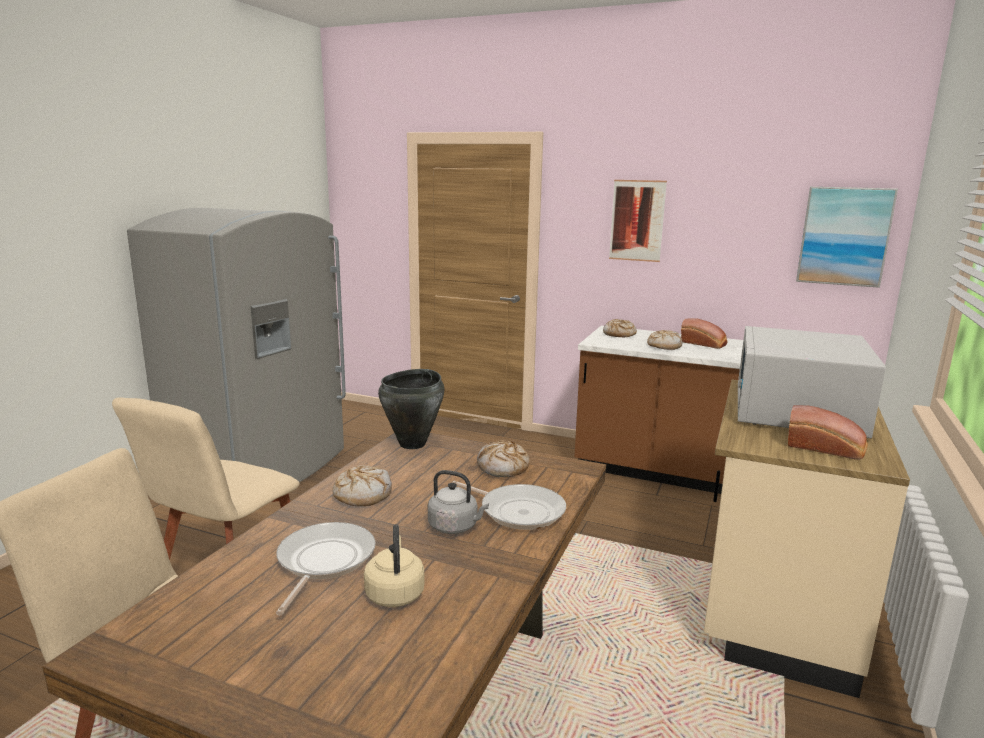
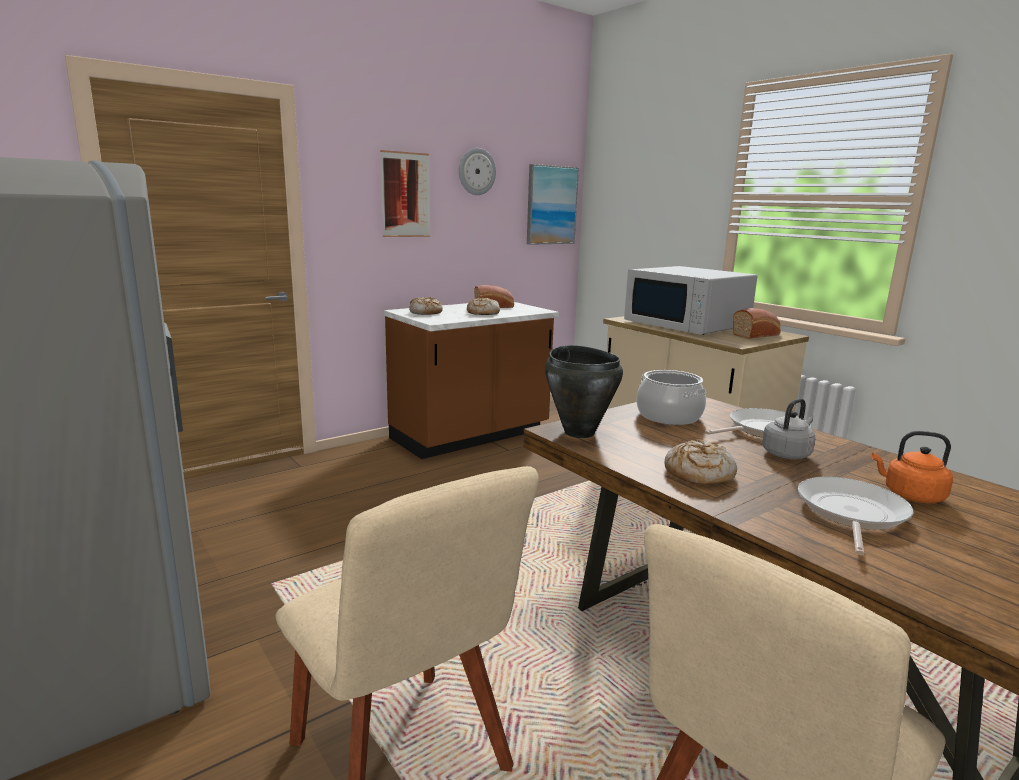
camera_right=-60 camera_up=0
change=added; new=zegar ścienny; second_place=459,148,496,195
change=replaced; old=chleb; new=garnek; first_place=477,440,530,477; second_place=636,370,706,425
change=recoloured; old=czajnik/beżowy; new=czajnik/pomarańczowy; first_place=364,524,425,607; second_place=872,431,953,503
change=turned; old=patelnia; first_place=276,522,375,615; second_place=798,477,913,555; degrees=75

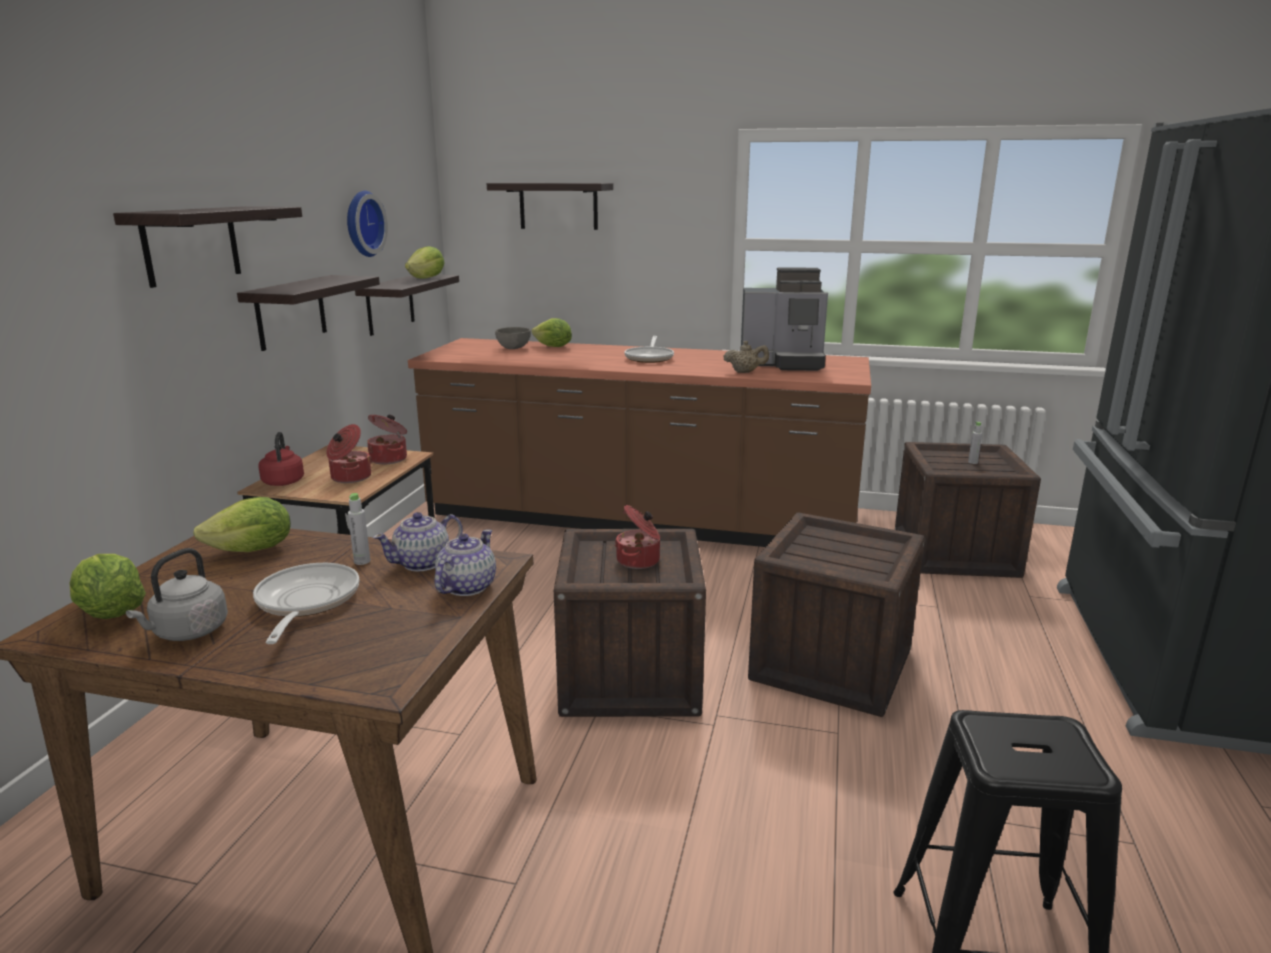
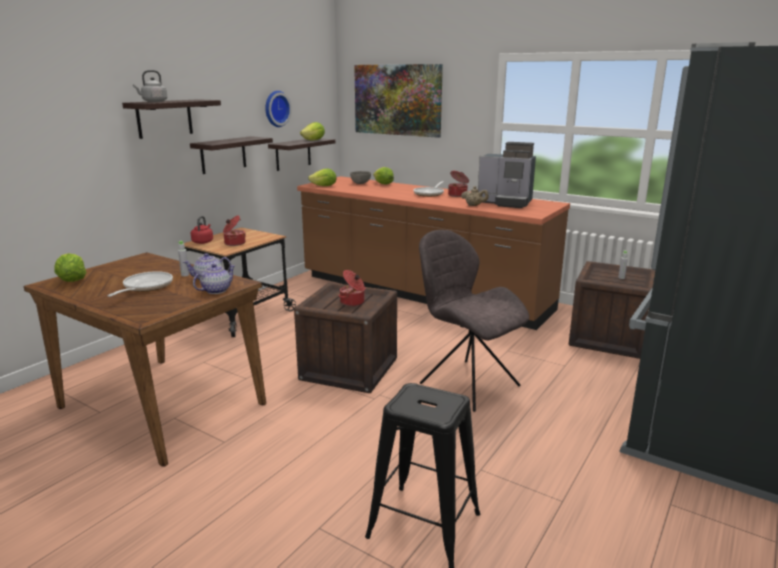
camera_right=20 camera_up=0
change=moved; old=czajnik/szary; first_place=126,548,228,641; second_place=133,70,167,102
change=moved; old=sałata; first_place=193,497,291,552; second_place=308,169,336,186
change=moved; old=garnek; first_place=367,414,407,464; second_place=448,171,469,197
change=replaced; old=półka; new=obraz; first_place=487,183,613,230; second_place=354,64,443,138
change=replaced; old=skrzynka; new=krzesło/szary; first_place=748,512,925,717; second_place=419,230,529,412

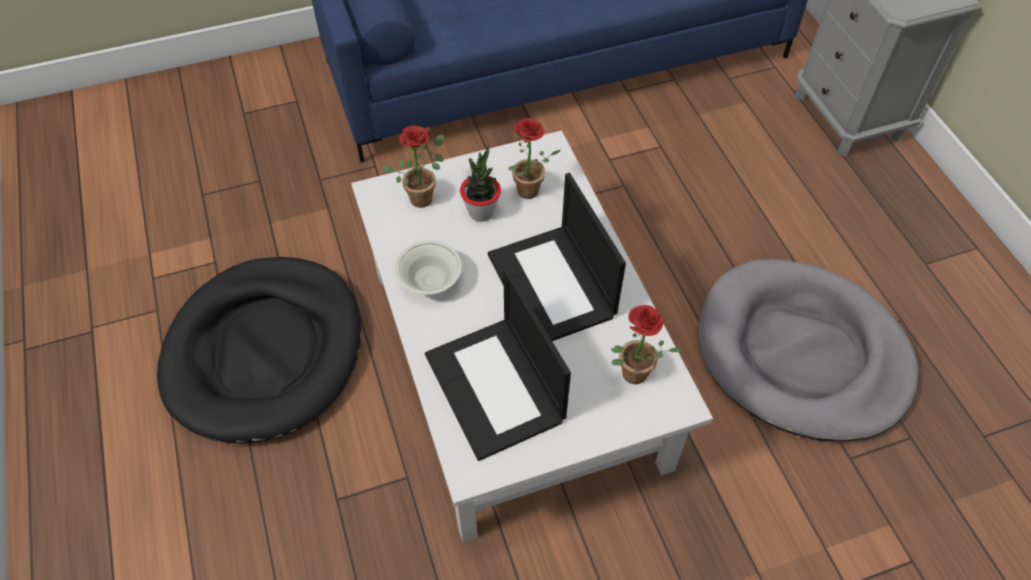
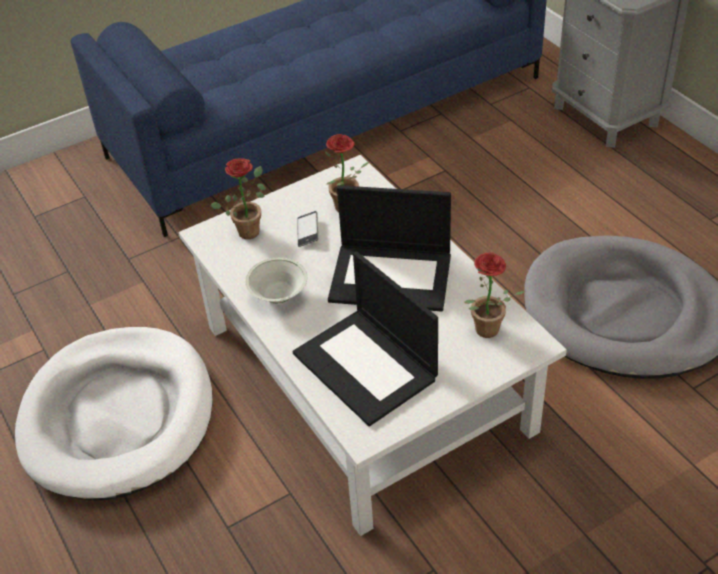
camera_right=-10 camera_up=-10
change=replaced; old=roślina doniczkowa; new=telefon; first_place=460,146,501,222; second_place=297,211,318,247
change=recoloured; old=legowisko/czarny; new=legowisko/biały; first_place=157,257,361,443; second_place=15,327,213,500
change=turned; old=laptop; first_place=488,173,626,341; second_place=328,185,451,312; degrees=-45

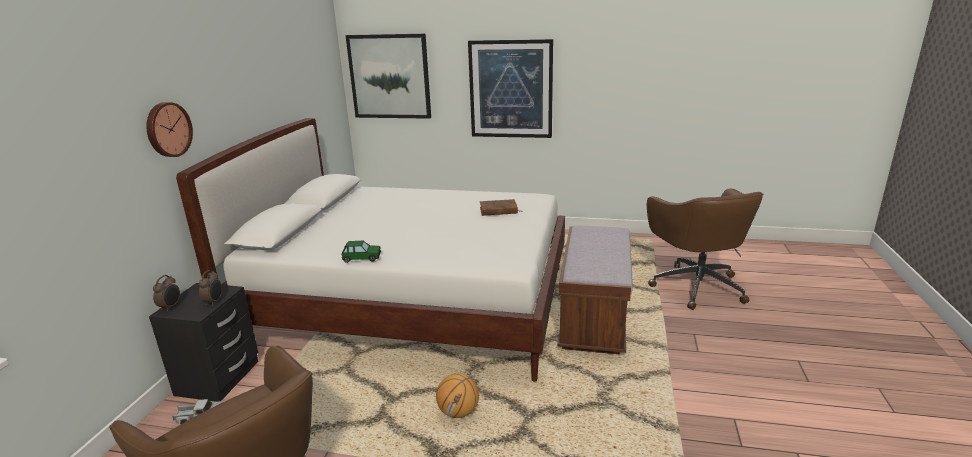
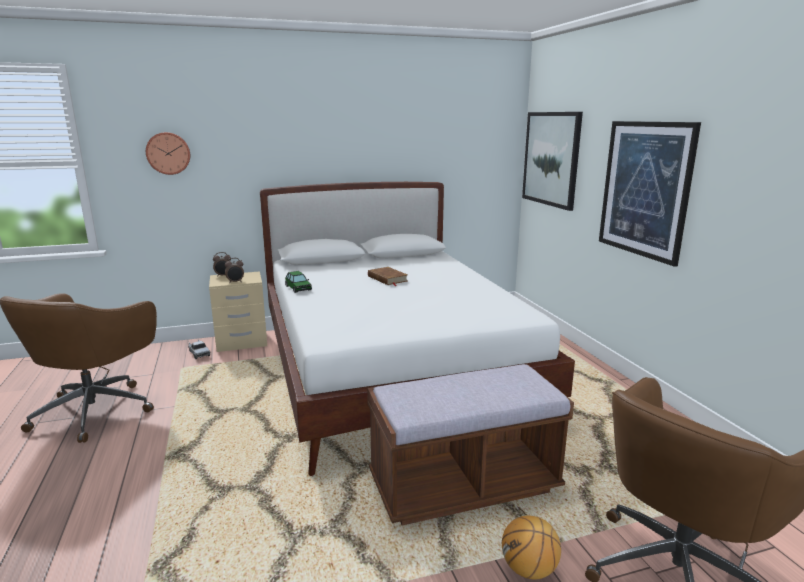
camera_right=60 camera_up=-5
change=moved; old=zegar ścienny; first_place=146,102,193,157; second_place=146,132,190,175
change=moved; old=piłka do koszykówki; first_place=436,373,479,418; second_place=502,516,561,580
change=moved; old=książka/brązowy; first_place=480,199,523,216; second_place=368,267,408,286
change=recoloured; old=szafka nocna/czarny; new=szafka nocna/beżowy; first_place=149,283,259,402; second_place=209,271,267,352

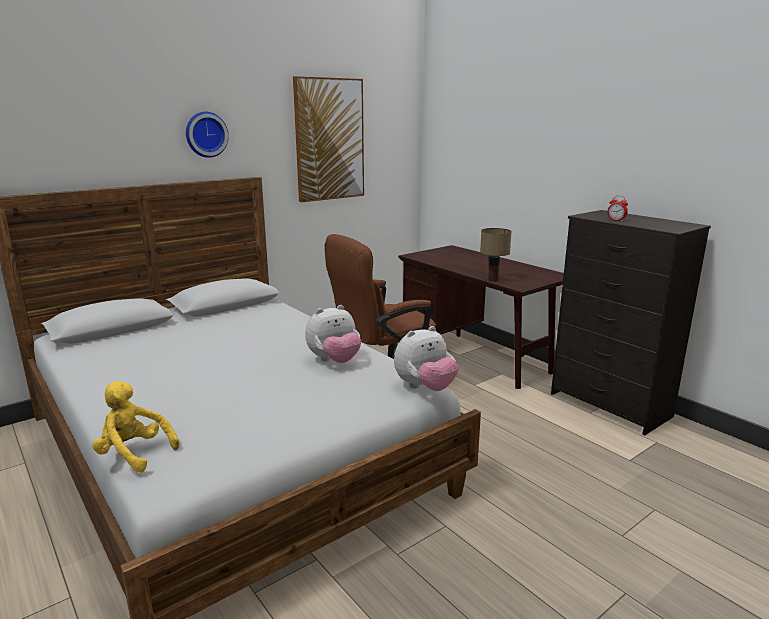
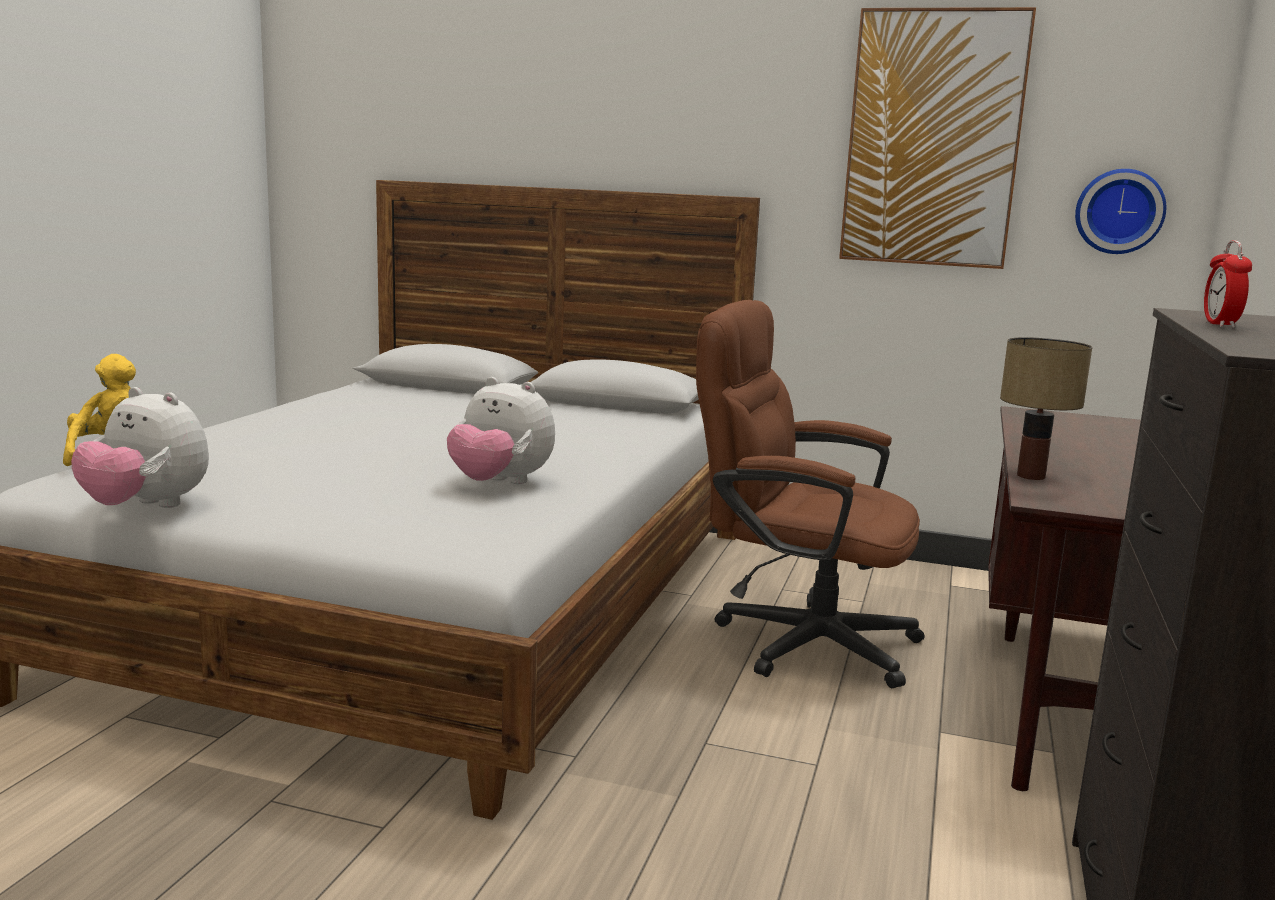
camera_right=55 camera_up=-5
change=moved; old=zegar ścienny; first_place=186,112,229,158; second_place=1075,169,1167,254
change=moved; old=pluszak; first_place=394,326,459,391; second_place=71,387,209,508

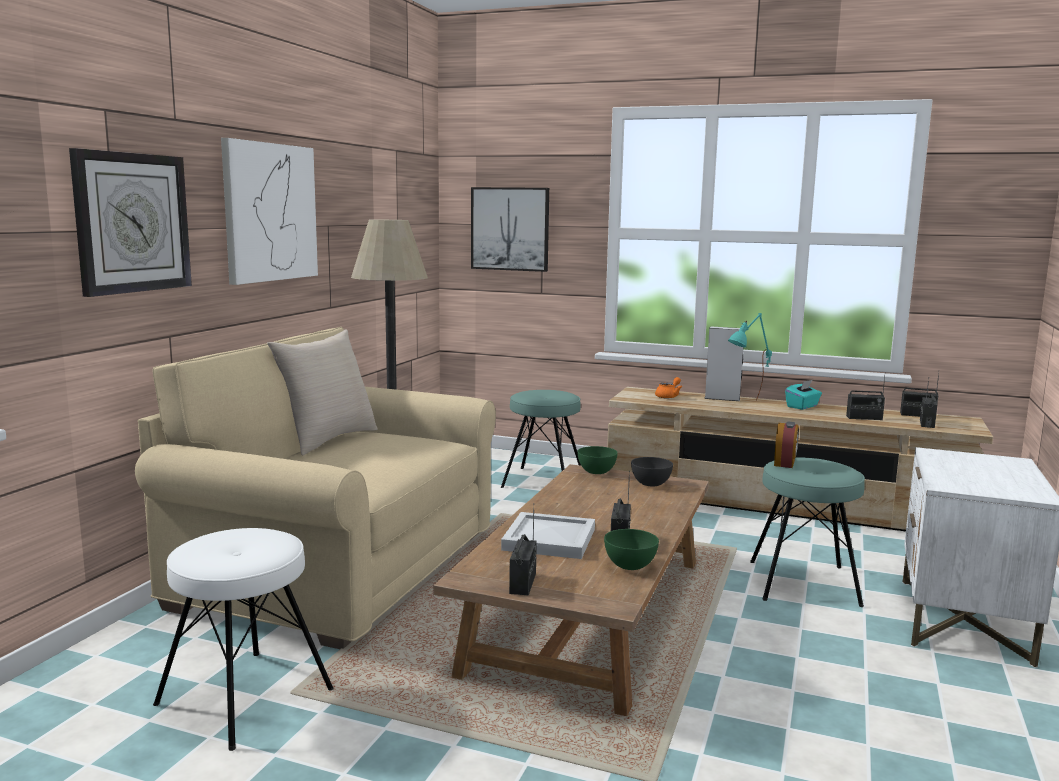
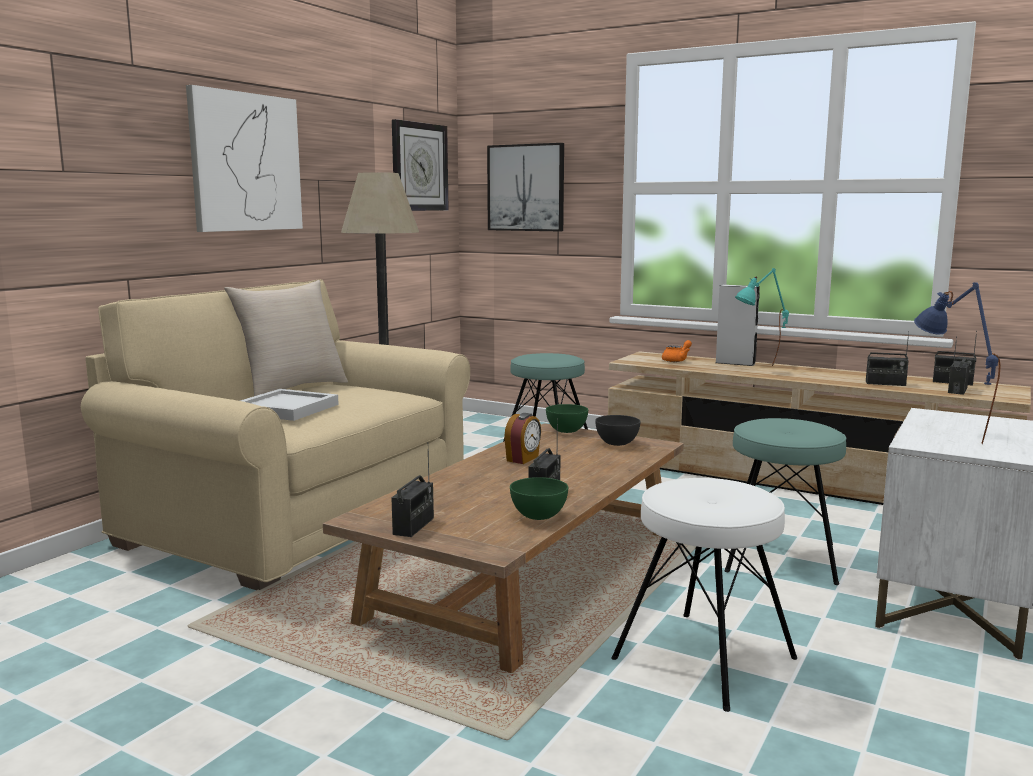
camera_right=10 camera_up=0
change=removed; old=pudełko chusteczek/turkusowy; first_place=785,380,822,410
change=added; new=lampa stołowa/niebieski; second_place=914,282,1001,444
change=moved; old=zegar ścienny; first_place=69,148,192,297; second_place=392,119,449,211
change=moved; old=stołek/biały; first_place=153,528,334,751; second_place=611,478,797,712
change=moved; old=taca/biały; first_place=501,512,595,559; second_place=240,389,339,421
change=moved; old=budzik; first_place=774,421,799,468; second_place=504,413,541,464

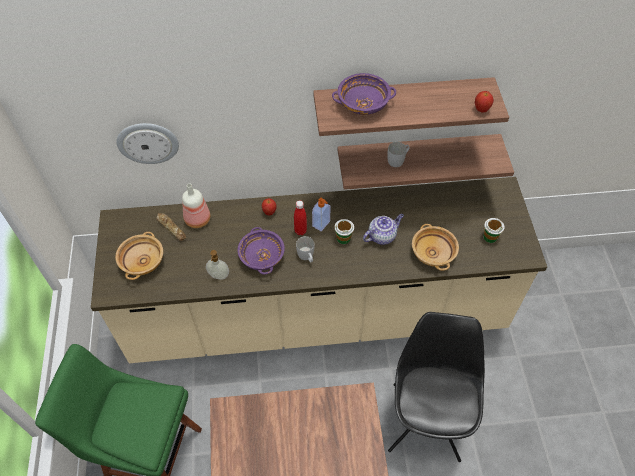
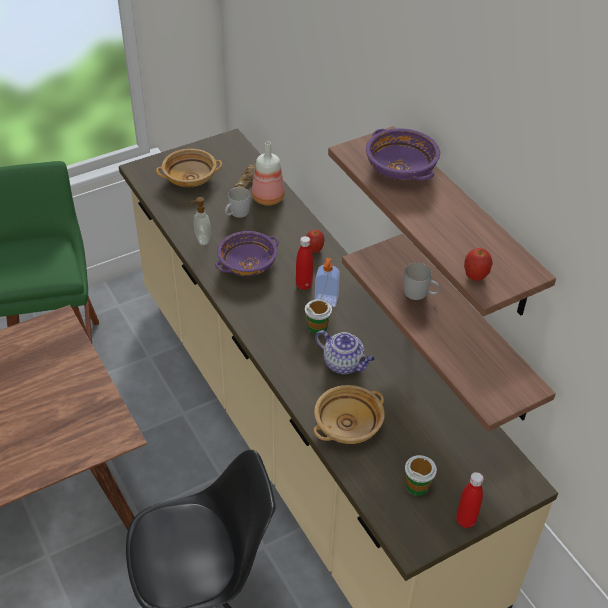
camera_right=65 camera_up=-10
change=removed; old=zegar ścienny; first_place=116,123,179,164
change=added; new=butelka/czerwony; second_place=456,472,484,528
change=moved; old=kubek/biały; first_place=296,236,314,262; second_place=225,187,250,218

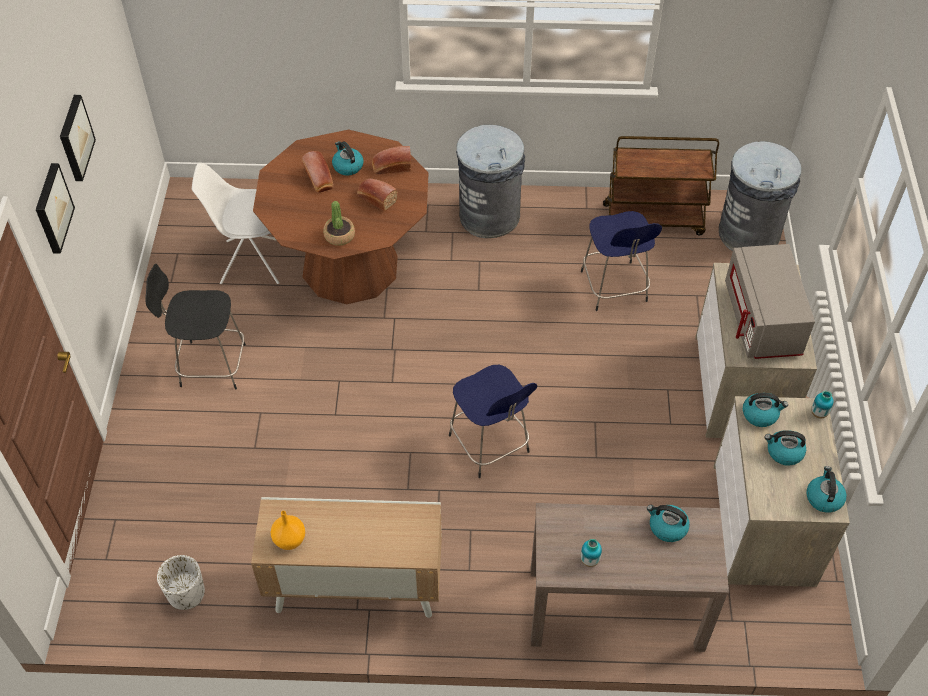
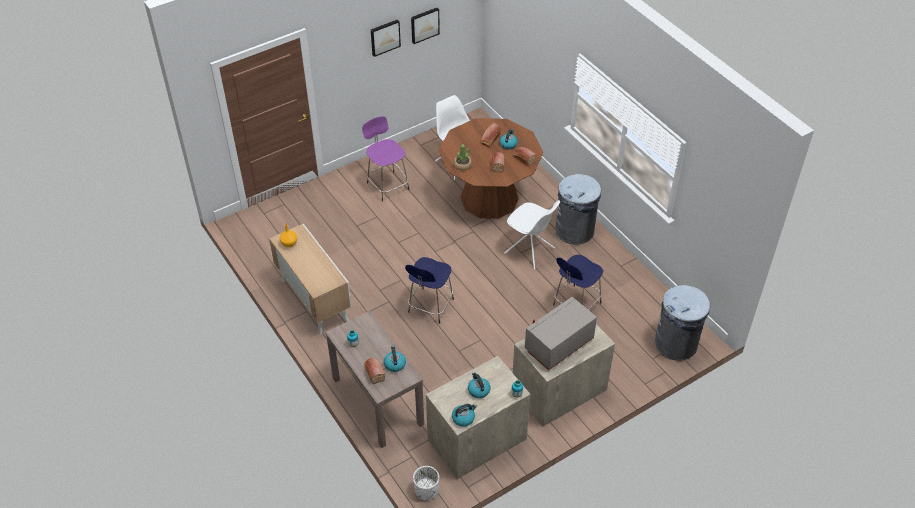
camera_right=55 camera_up=-5
change=removed; old=wózek/brązowy; first_place=603,136,719,236
change=removed; old=czajnik; first_place=743,393,788,427
change=added; new=chleb; second_place=364,358,385,384
change=added; new=krzesło/biały; second_place=504,200,560,269
change=moved; old=obraz; first_place=36,163,75,254; second_place=411,8,440,44
change=moved; old=donica/biały; first_place=157,555,205,610; second_place=413,466,439,501
change=recoloured; old=stołek/czarny; new=stołek/fioletowy; first_place=145,264,246,389; second_place=362,116,410,202

